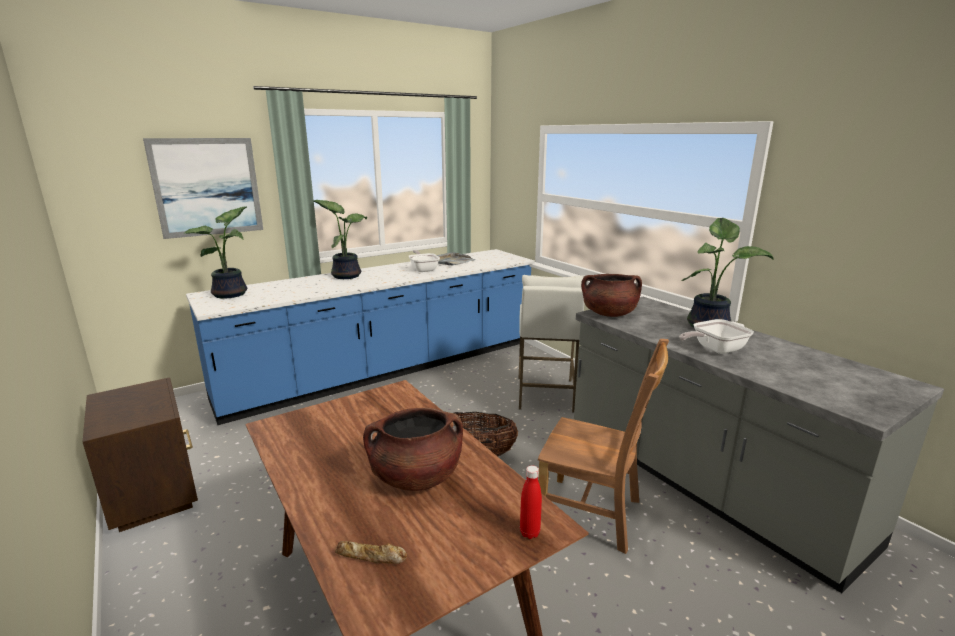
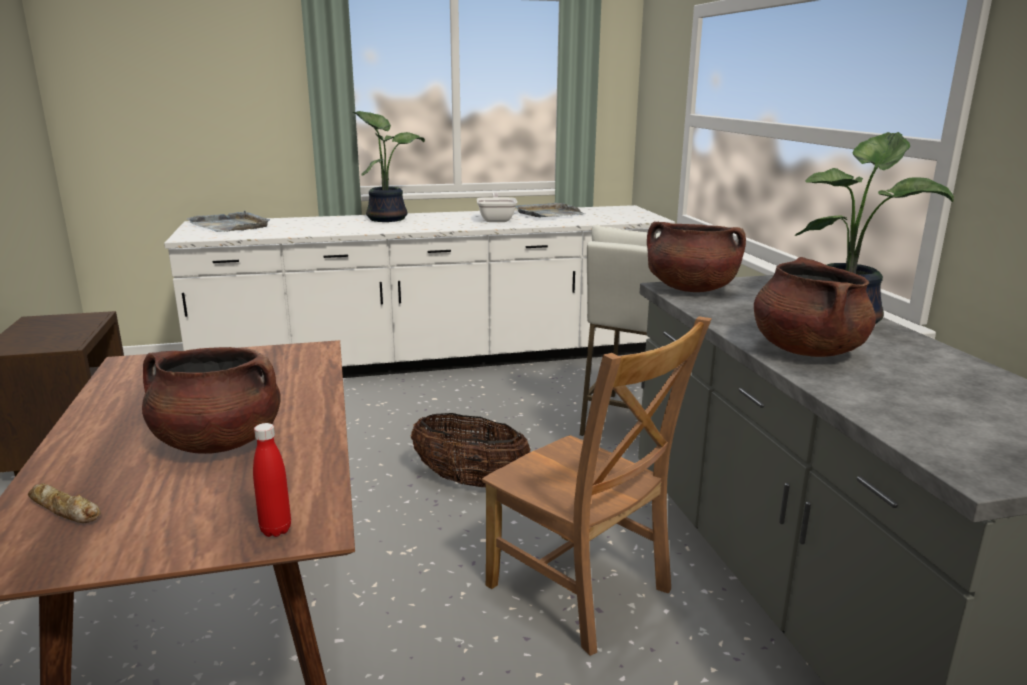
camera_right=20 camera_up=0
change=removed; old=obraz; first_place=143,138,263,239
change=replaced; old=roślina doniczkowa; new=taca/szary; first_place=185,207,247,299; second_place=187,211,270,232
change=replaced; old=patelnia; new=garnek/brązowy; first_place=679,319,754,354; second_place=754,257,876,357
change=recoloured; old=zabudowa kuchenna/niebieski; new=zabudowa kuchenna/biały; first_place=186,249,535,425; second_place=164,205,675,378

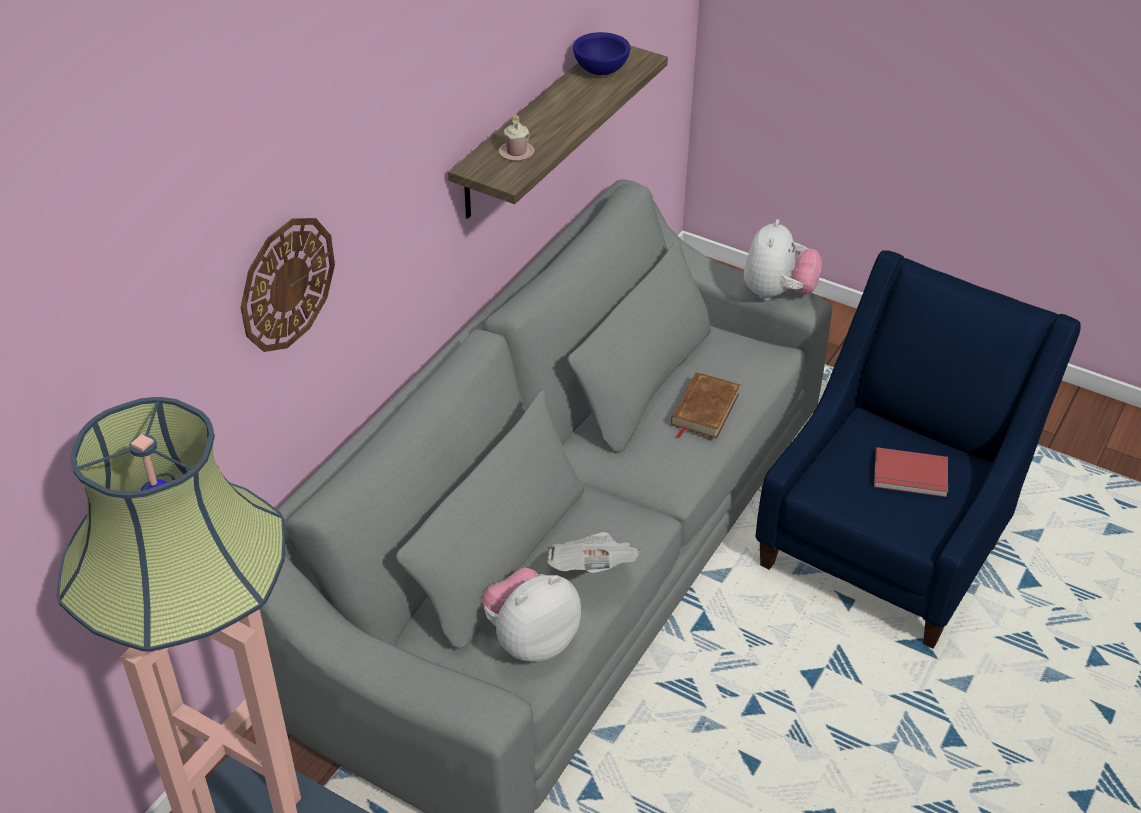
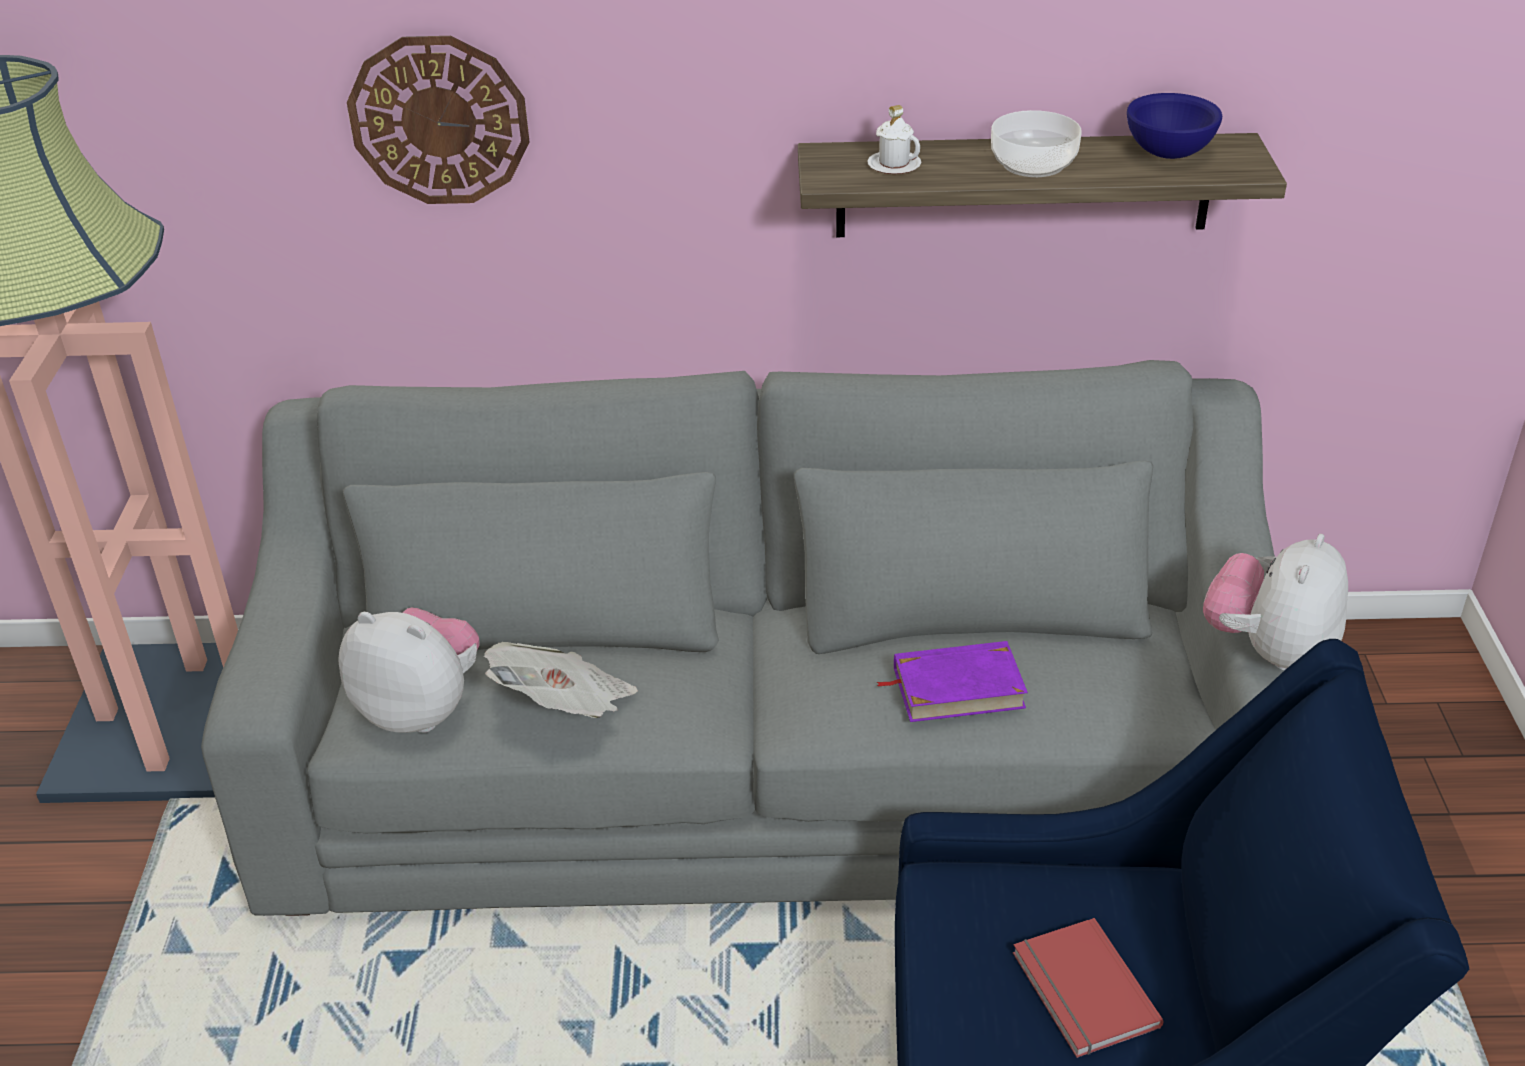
camera_right=60 camera_up=-5
change=added; new=miska; second_place=991,110,1082,177
change=recoloured; old=kubek/różowy; new=kubek/biały; first_place=499,115,535,161; second_place=867,105,921,174
change=recoloured; old=książka/brązowy; new=książka/fioletowy; first_place=671,372,740,439; second_place=877,641,1028,722
change=turned; old=pluszak; first_place=744,219,822,300; second_place=1203,534,1348,670; degrees=135

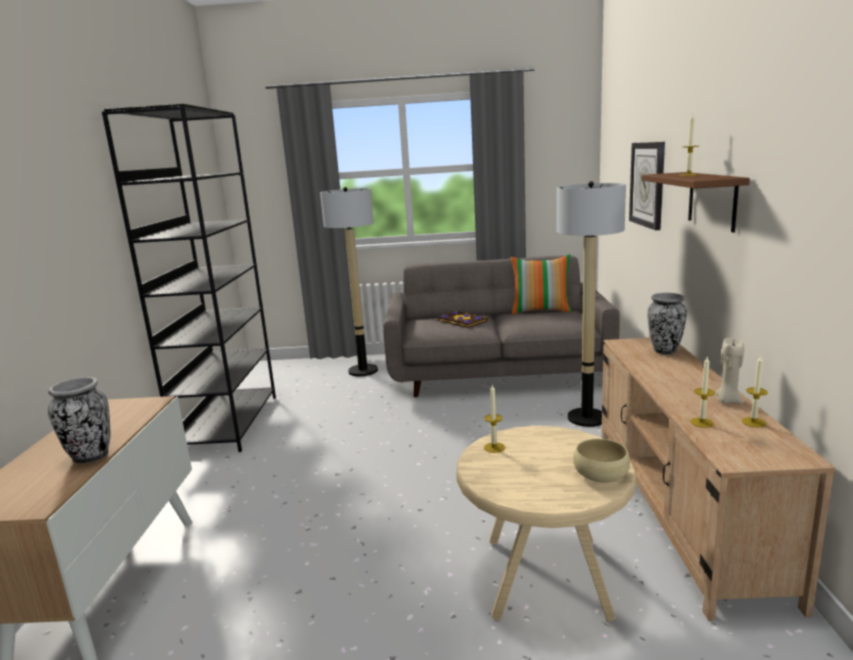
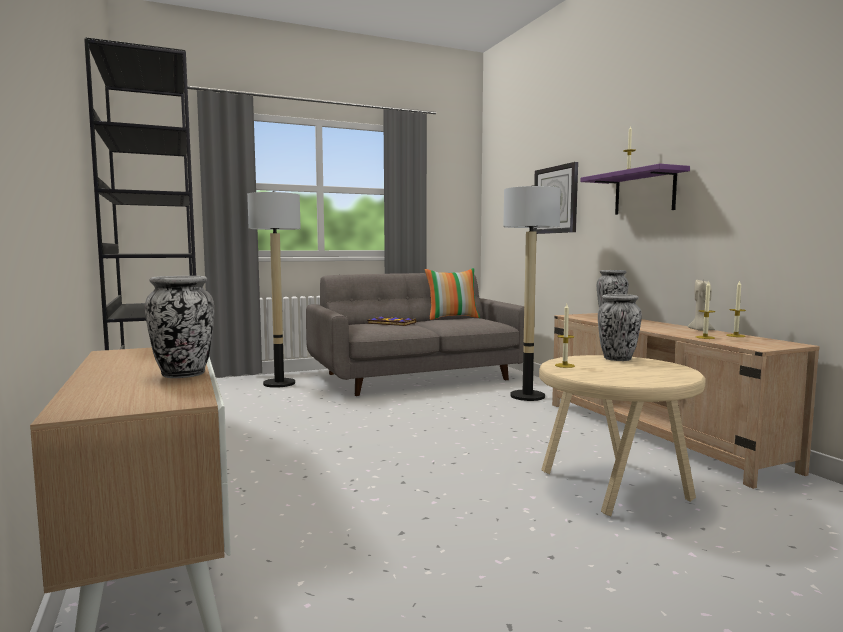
camera_right=-25 camera_up=-10
change=removed; old=miska/beżowy; first_place=573,439,630,482
change=added; new=wazon; second_place=598,294,642,361
change=recoloured; old=półka/brązowy; new=półka/fioletowy; first_place=642,172,750,233; second_place=581,164,690,215

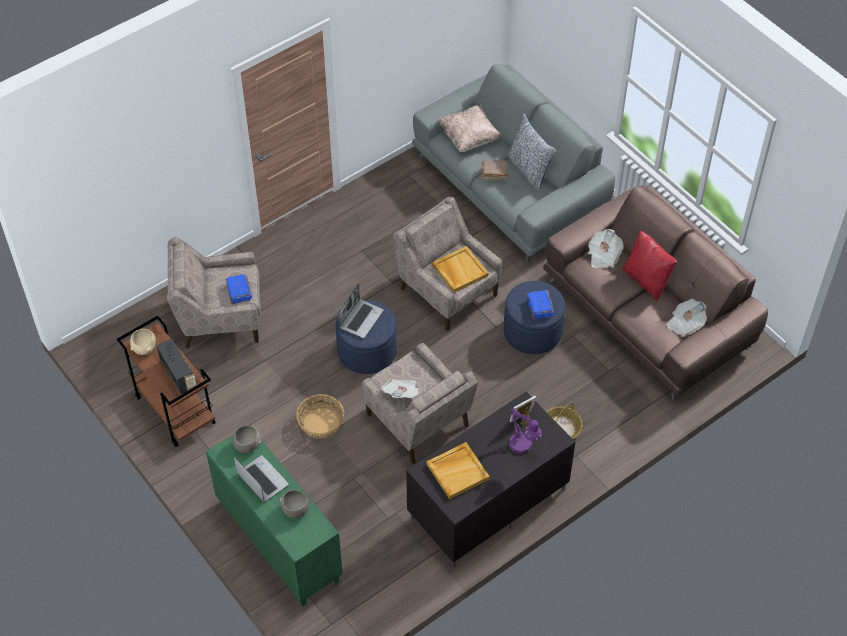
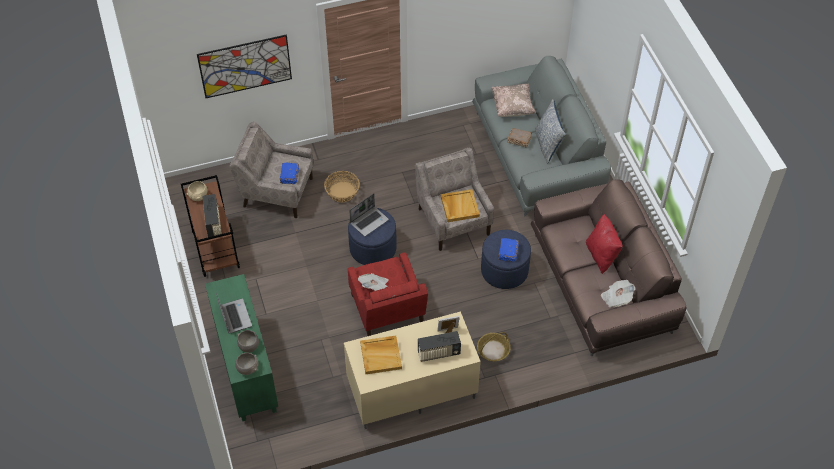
camera_right=20 camera_up=0
change=removed; old=gazeta; first_place=588,229,624,268
change=added; new=obraz; second_place=197,34,292,98
change=moved; old=miska/szary; first_place=232,425,262,453; second_place=235,353,258,375
change=moved; old=koszyk; first_place=296,394,344,438; second_place=324,171,360,202
change=replaced; old=lampa stołowa/fioletowy; new=radio; first_place=509,409,542,454; second_place=418,331,461,362
change=recoloured; old=fotel/beżowy; new=fotel/czerwony; first_place=362,343,478,464; second_place=348,252,428,336
change=recoloured; old=szafka pod telewizor/czarny; new=szafka pod telewizor/beżowy; first_place=406,392,575,568; second_place=344,311,481,429

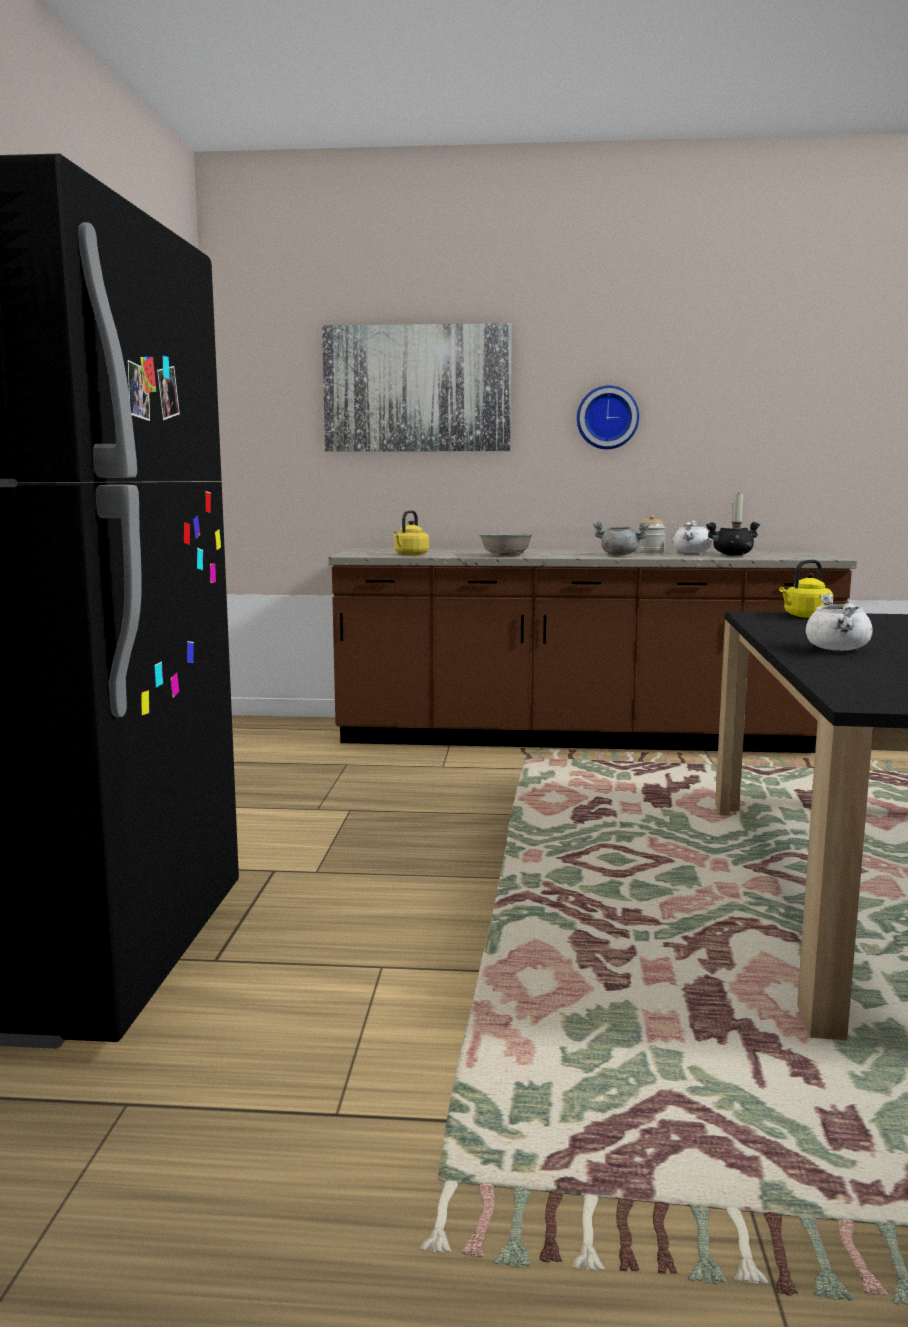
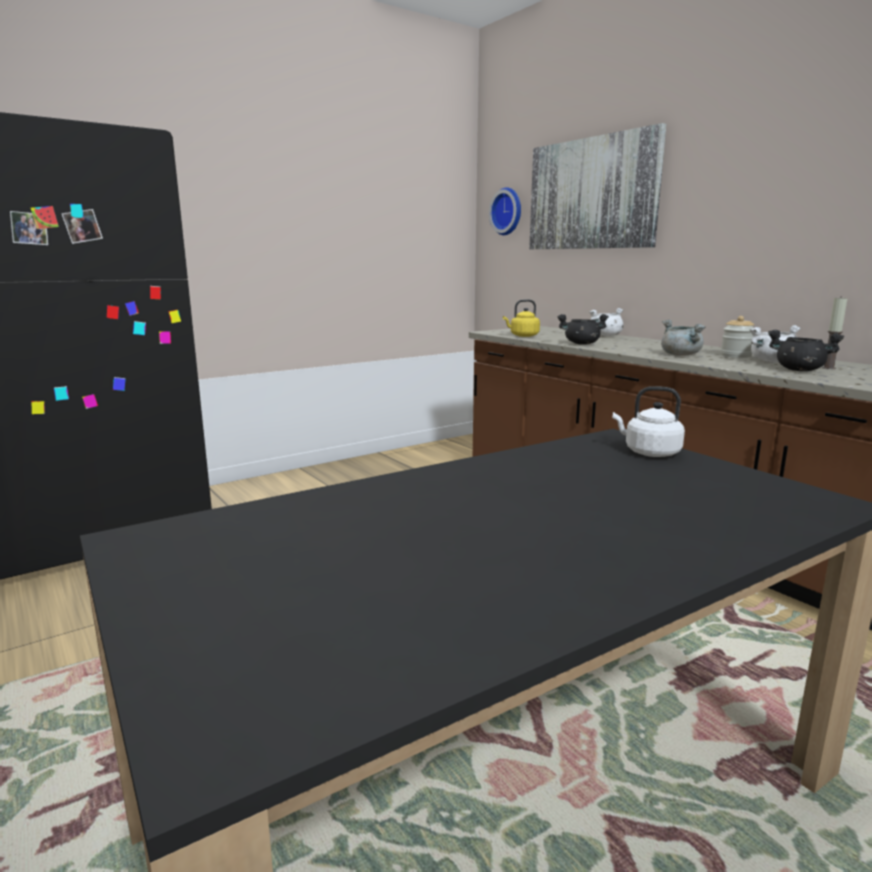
camera_right=50 camera_up=5
change=moved; old=zegar ścienny; first_place=577,386,639,449; second_place=489,187,521,235
change=moved; old=garnek/biały; first_place=806,593,873,651; second_place=589,308,623,336
change=replaced; old=miska/biały; new=garnek/czarny; first_place=479,533,533,556; second_place=558,314,609,345
change=recoloured; old=czajnik/żółty; new=czajnik/biały; first_place=779,560,833,618; second_place=613,386,685,457

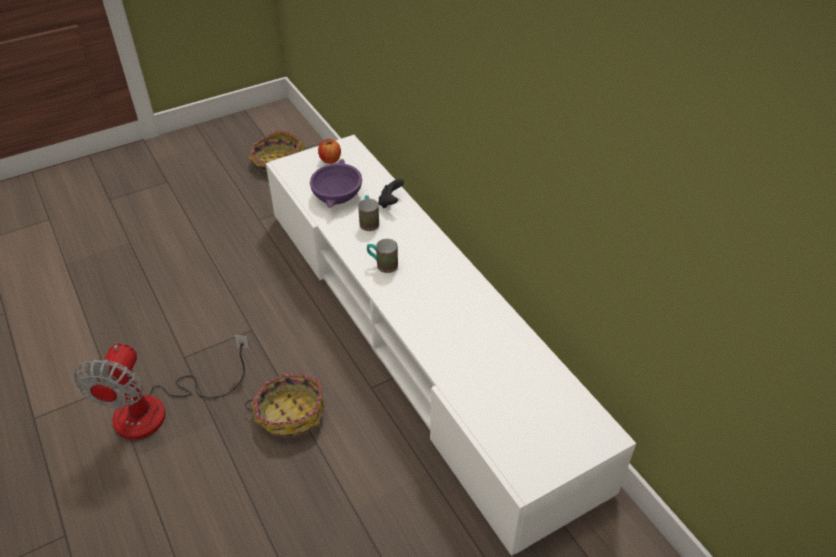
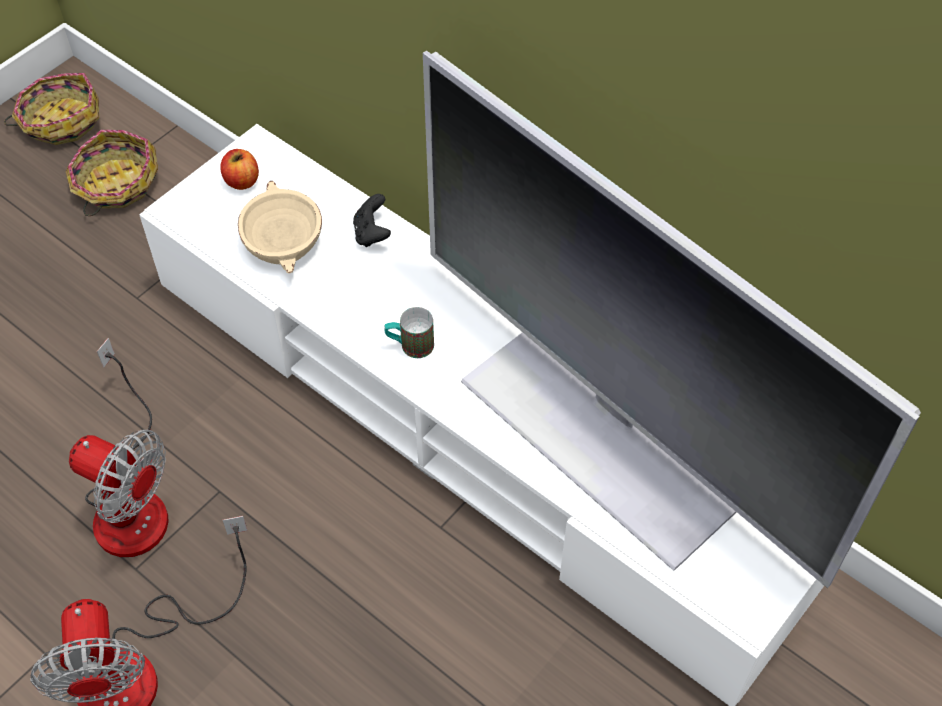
camera_right=-20 camera_up=10
change=removed; old=kubek; first_place=358,195,379,231
change=added; new=wentylator; second_place=69,338,169,557
change=added; new=telewizor; second_place=423,50,921,588
change=moved; old=koszyk; first_place=245,374,325,437; second_place=4,73,99,145
change=recoloured; old=miska/fioletowy; new=miska/beżowy; first_place=310,159,362,208; second_place=238,181,322,273

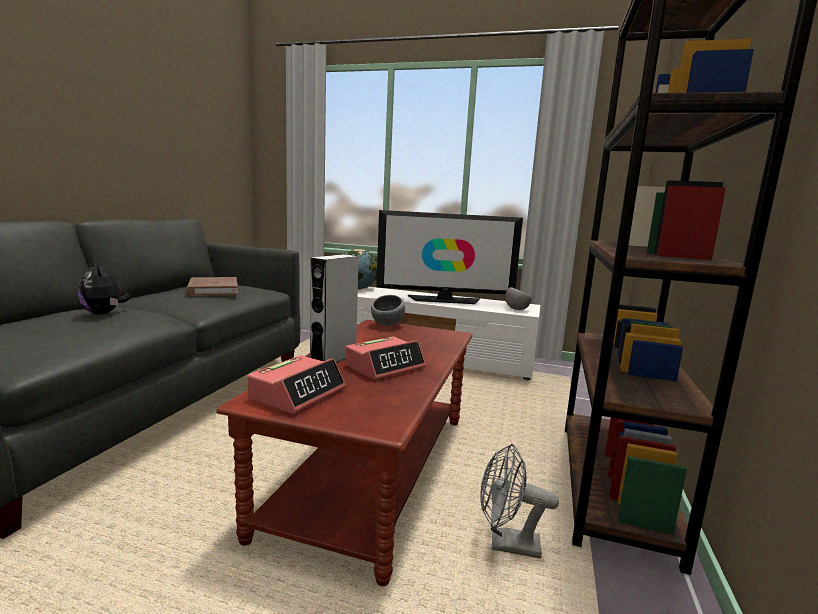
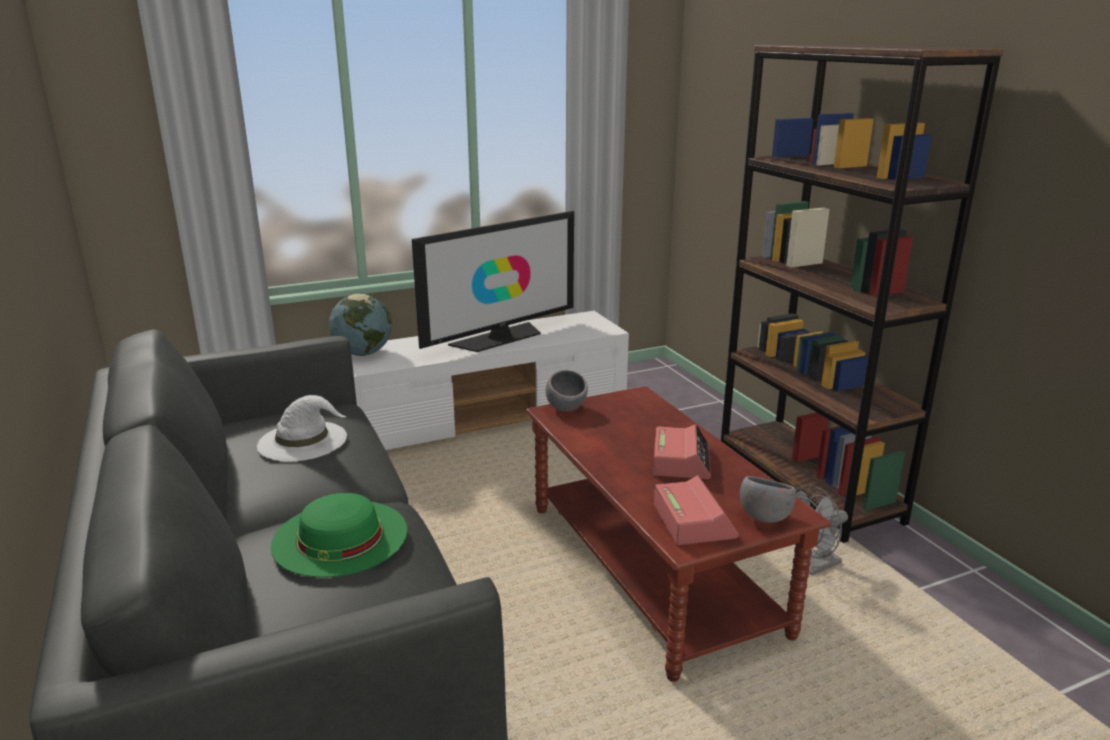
camera_right=-40 camera_up=10
change=removed; old=głośnik/szary; first_place=310,254,359,363
change=moved; old=miska/szary; first_place=505,287,532,310; second_place=740,476,796,523
change=replaced; old=pluszak; new=kapelusz/zielony; first_place=78,261,130,314; second_place=271,493,407,577
change=replaced; old=książka/brązowy; new=kapelusz/biały; first_place=186,277,238,296; second_place=257,395,347,462

